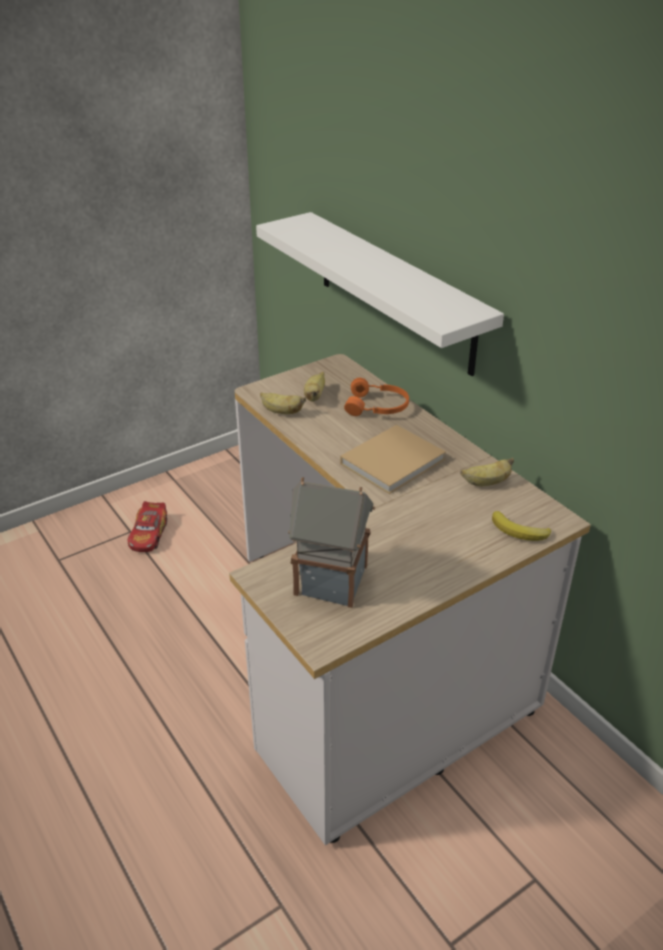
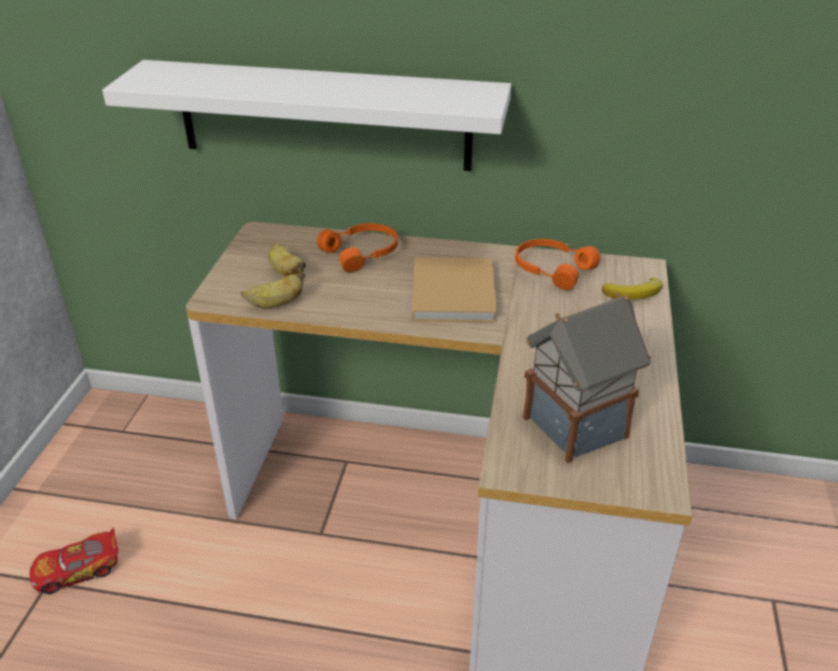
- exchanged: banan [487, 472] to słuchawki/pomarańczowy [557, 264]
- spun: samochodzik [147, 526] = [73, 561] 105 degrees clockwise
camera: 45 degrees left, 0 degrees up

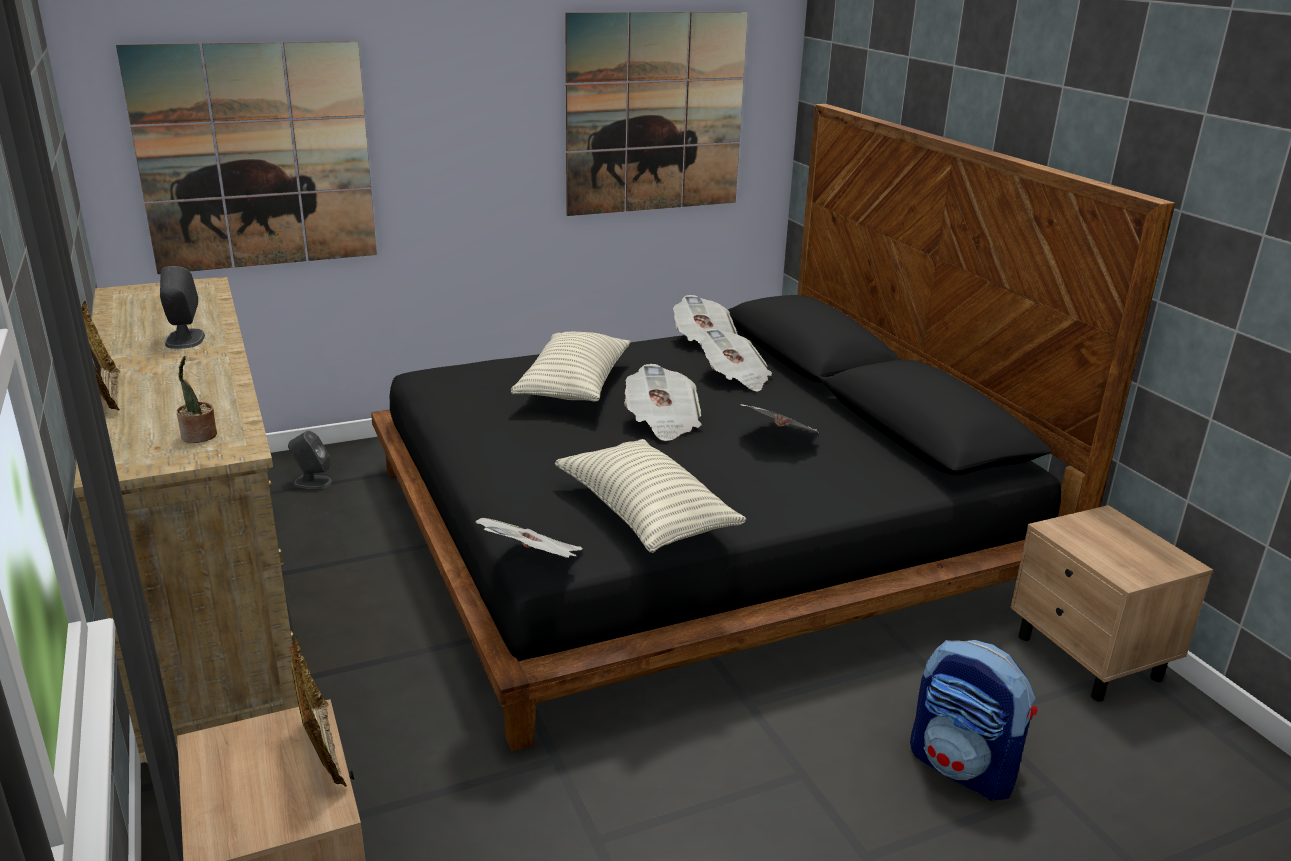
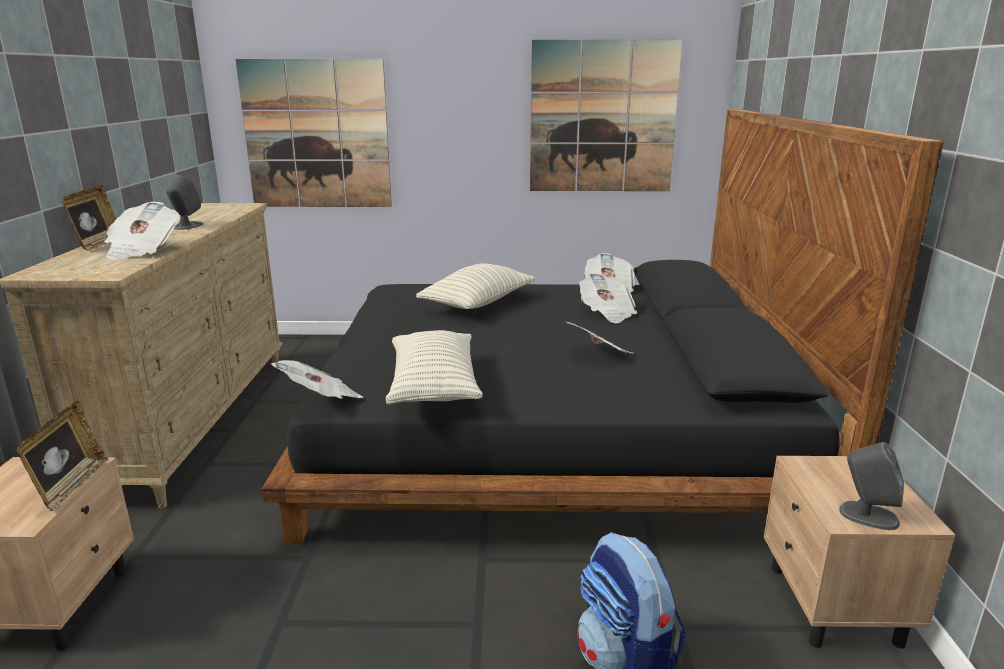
- missing: roślina doniczkowa [196, 399]
- relocated: głośnik/szary [310, 460] to [871, 486]
- relocated: gazeta [662, 402] to [142, 231]
camera: 25 degrees right, 5 degrees down

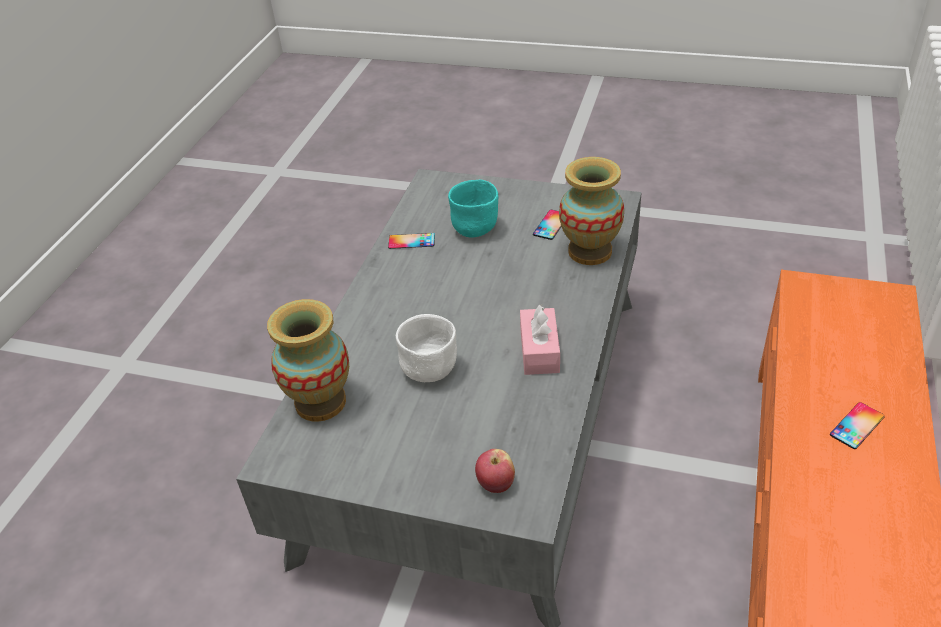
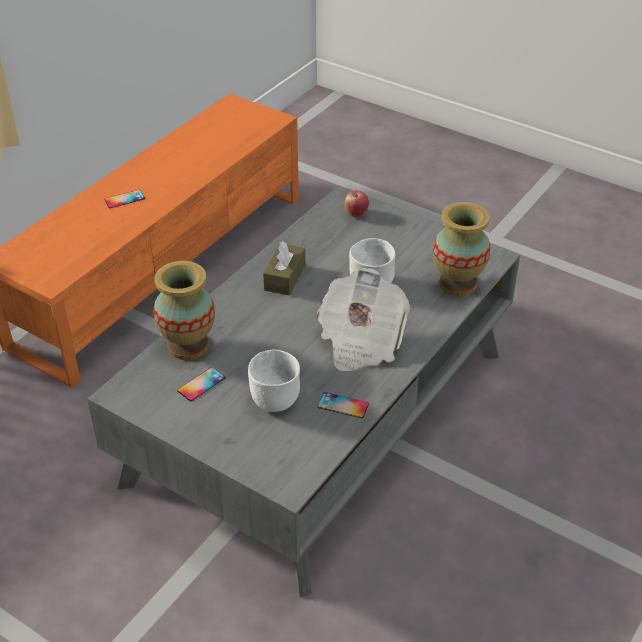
- appeared: gazeta [363, 319]
- colour: miska/turkusowy [473, 208] to miska/biały [274, 381]
- colour: pudełko chusteczek/różowy [540, 339] to pudełko chusteczek/brązowy [284, 268]
camera: 165 degrees left, 0 degrees up

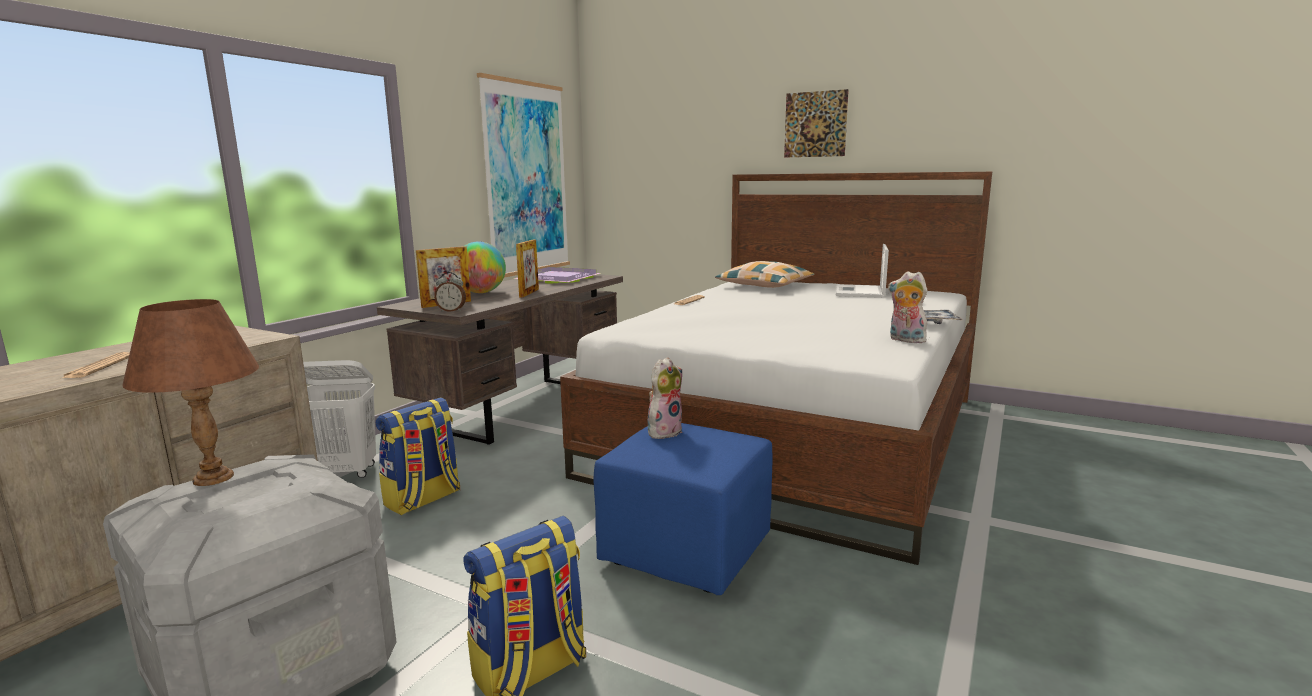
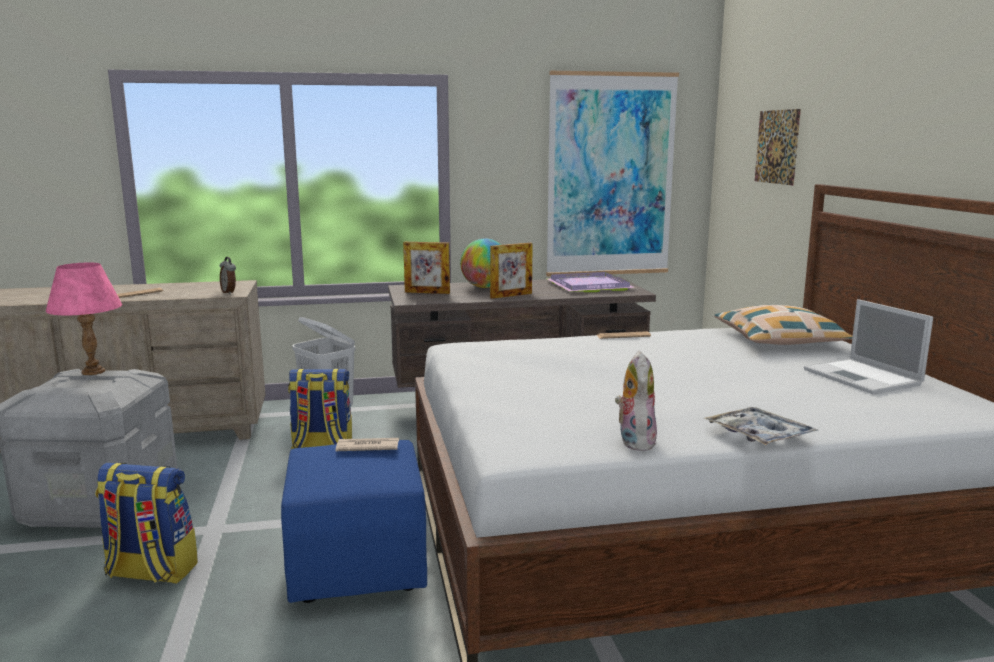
- relocated: budzik [450, 292] to [228, 276]
- relocated: obraz [816, 123] to [778, 147]
- exchanged: pluszak [664, 398] to gazeta [367, 444]
- colour: lampa stołowa/brązowy [191, 392] to lampa stołowa/różowy [84, 319]
- spun: laptop [862, 271] = [868, 346] 90 degrees counterclockwise
camera: 50 degrees right, 0 degrees up

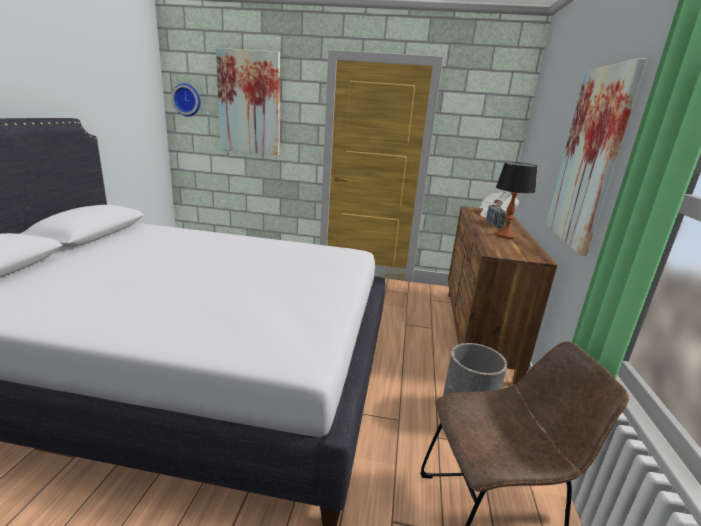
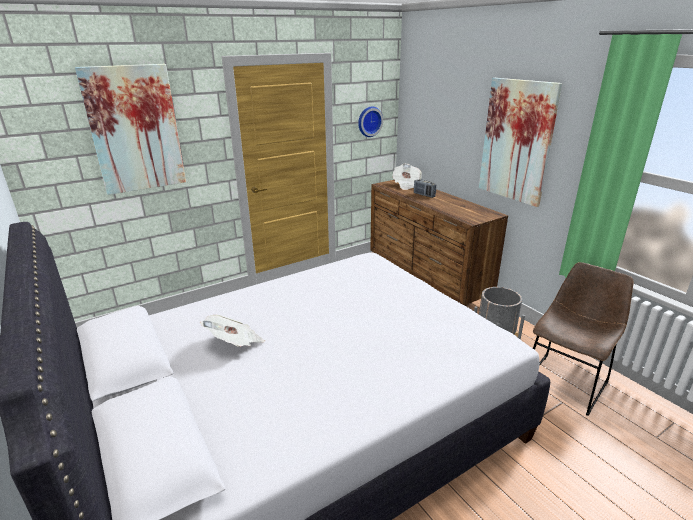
- missing: lampa stołowa [516, 200]
- appeared: gazeta [232, 331]
- relocated: zegar ścienny [186, 99] to [370, 121]
camera: 40 degrees left, 5 degrees up

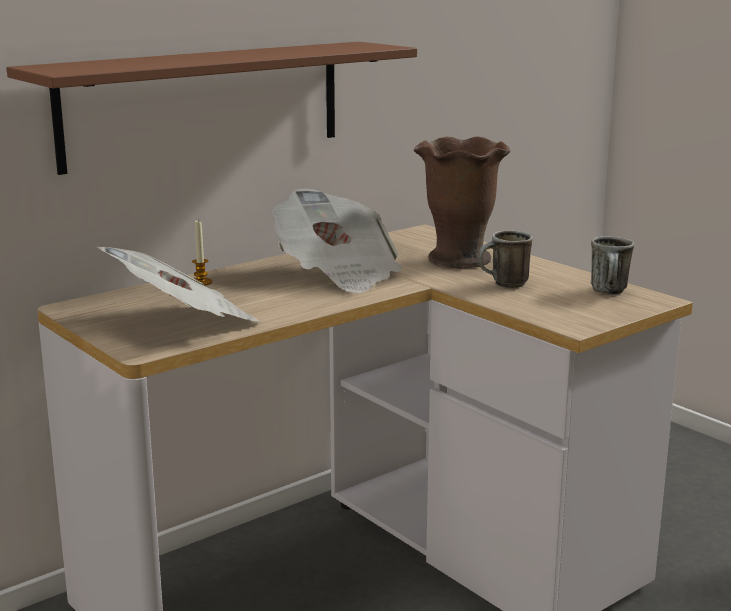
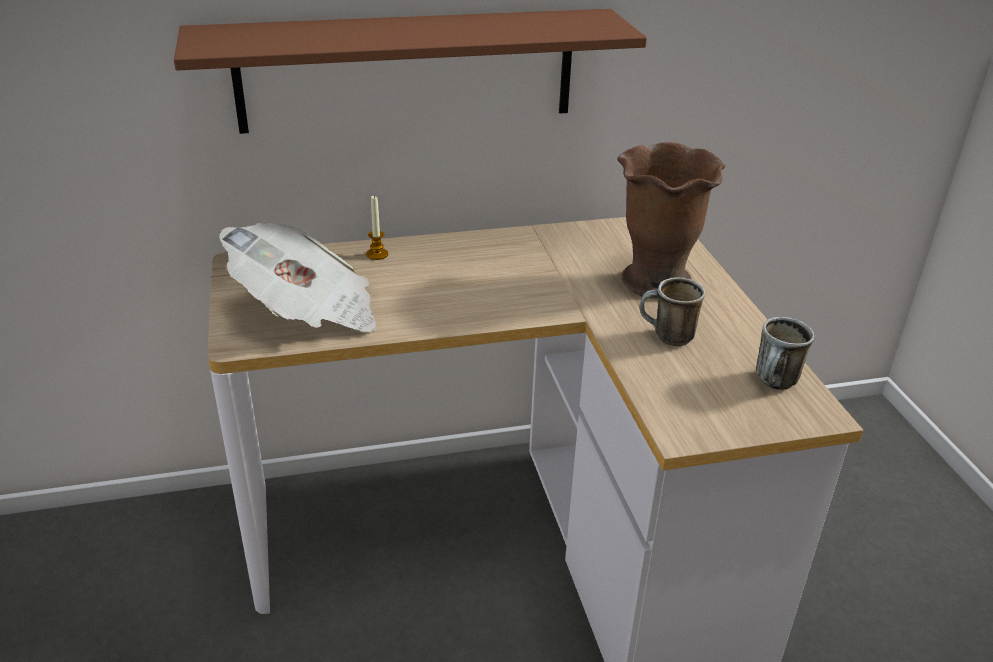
- missing: gazeta [337, 240]
camera: 25 degrees right, 15 degrees up

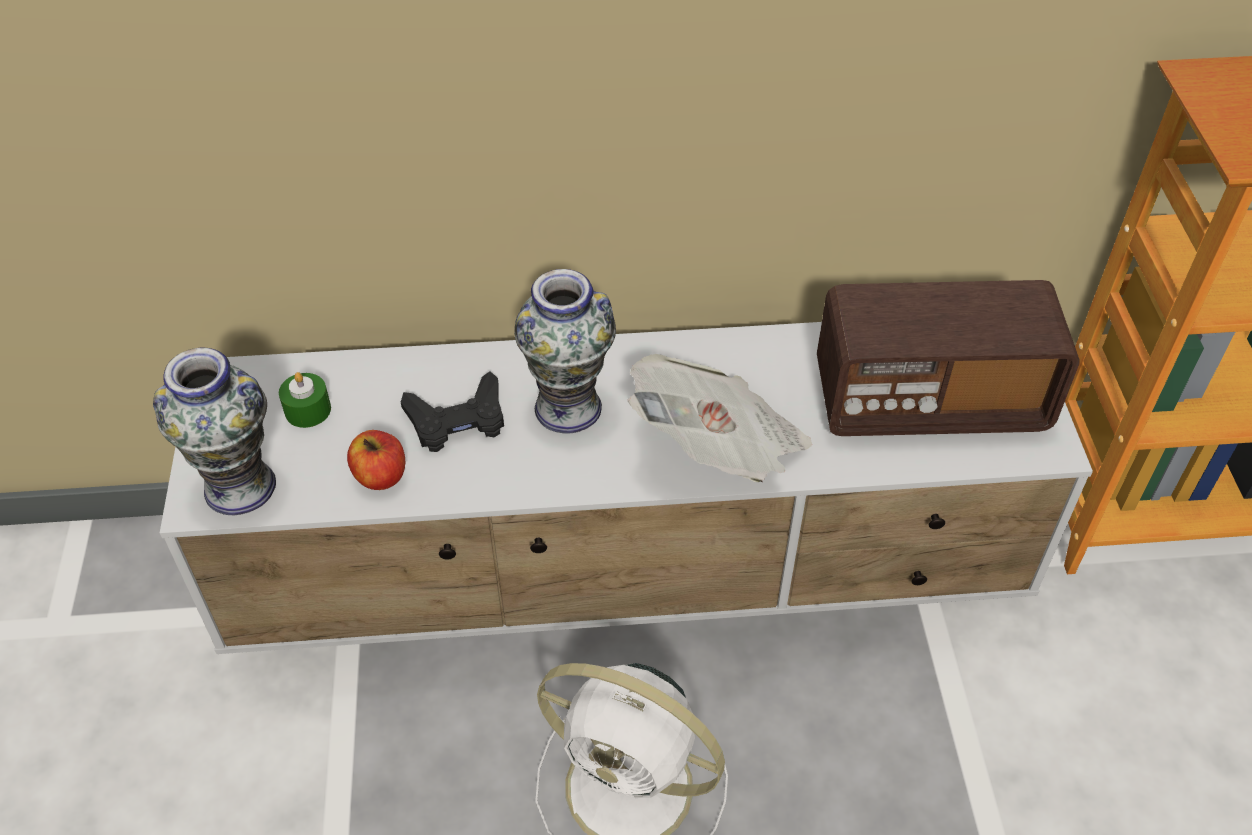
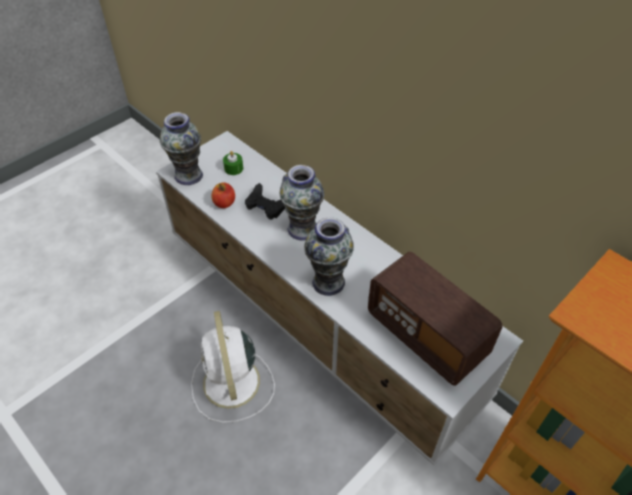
- exchanged: gazeta [720, 418] to wazon [329, 257]
camera: 50 degrees right, 0 degrees up

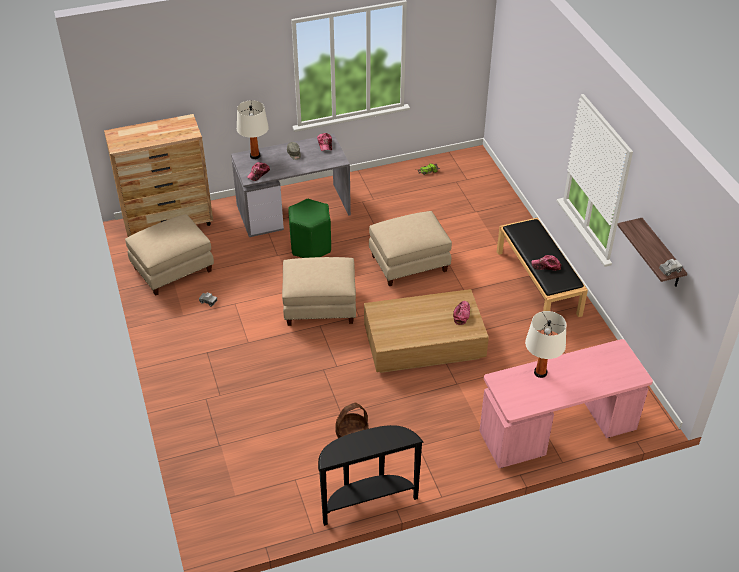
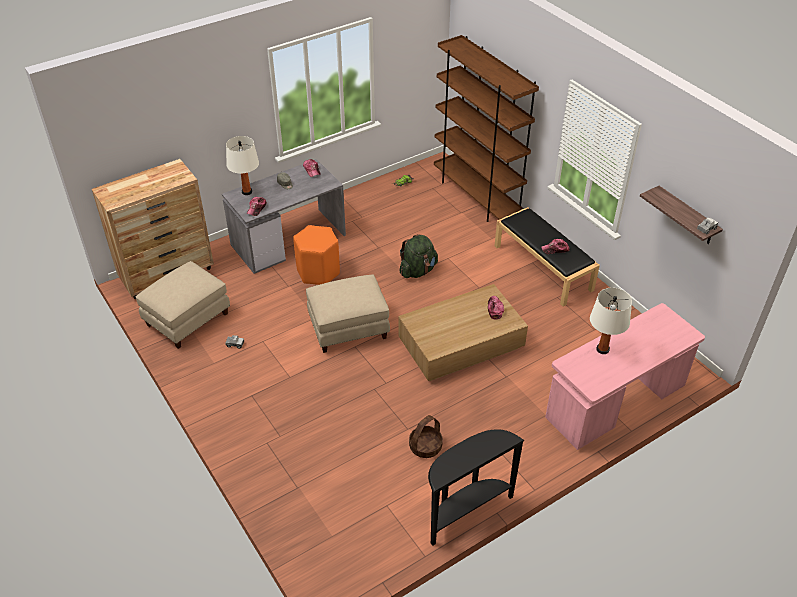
- appeared: regał/brązowy [486, 128]
- exchanged: pufa/beżowy [410, 248] to plecak/zielony [418, 256]
- colour: stołek/zielony [309, 228] to stołek/pomarańczowy [316, 255]
camera: 15 degrees left, 0 degrees up

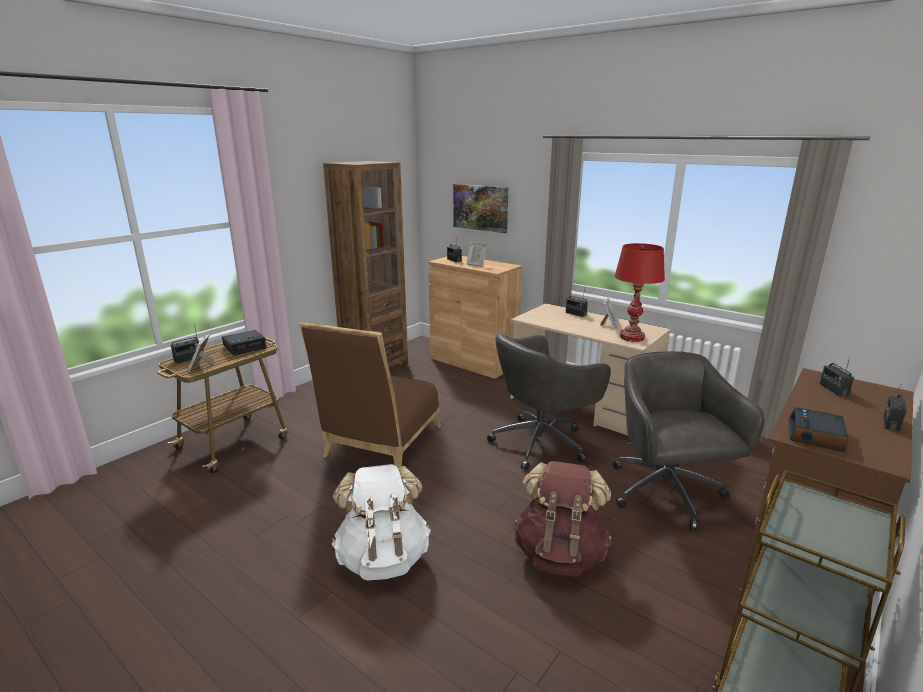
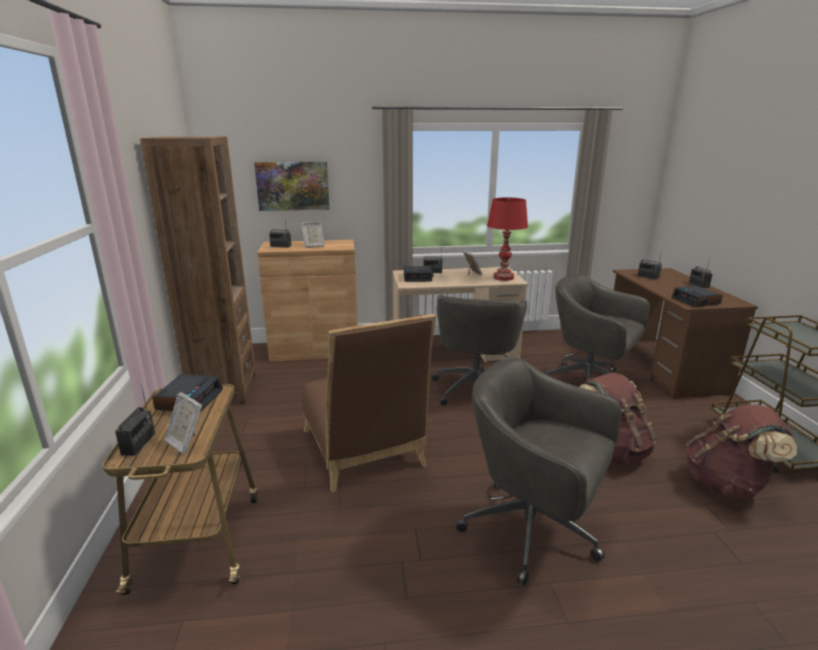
- appeared: budzik [418, 274]
- appeared: plecak/brązowy [741, 451]
- exchanged: plecak/biały [381, 522] to krzesło biurowe/szary [539, 471]
camera: 45 degrees left, 0 degrees up

